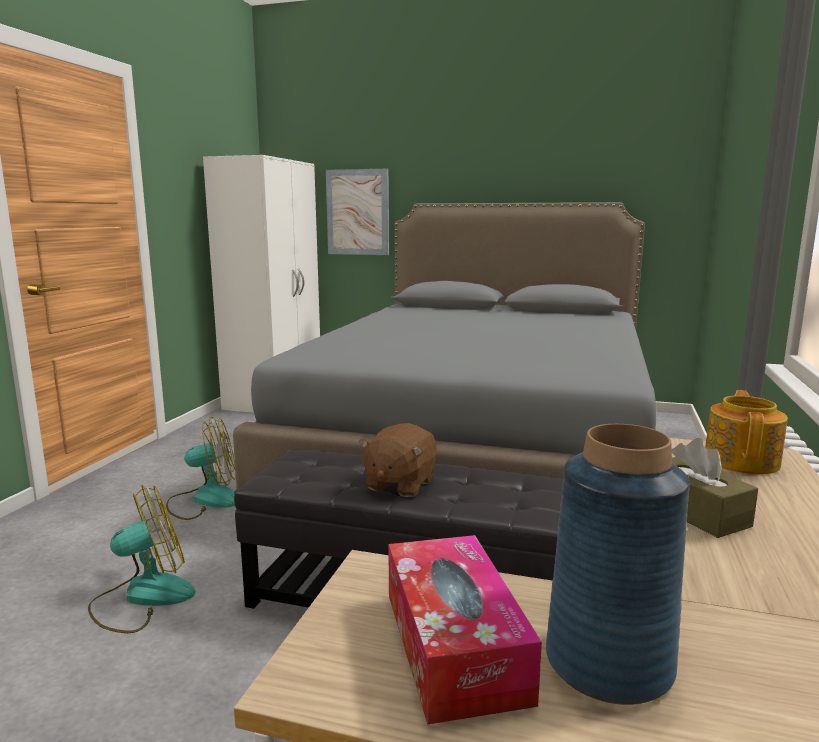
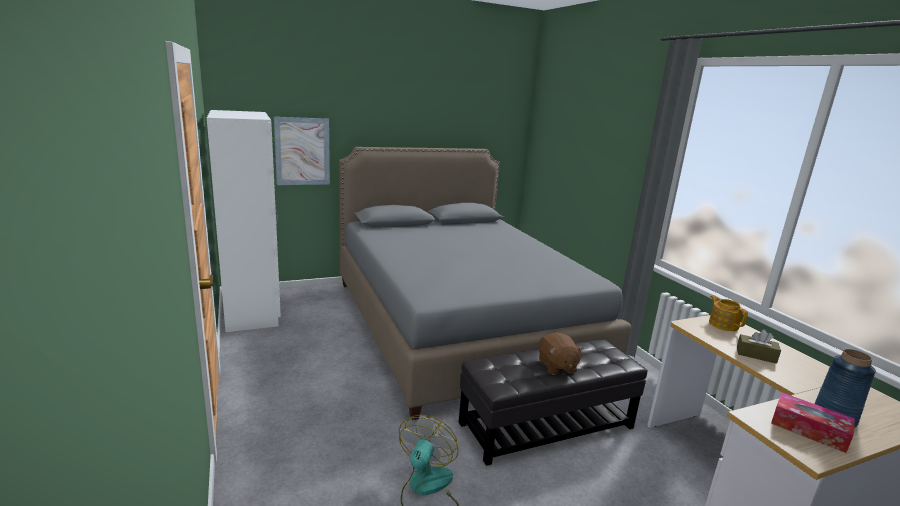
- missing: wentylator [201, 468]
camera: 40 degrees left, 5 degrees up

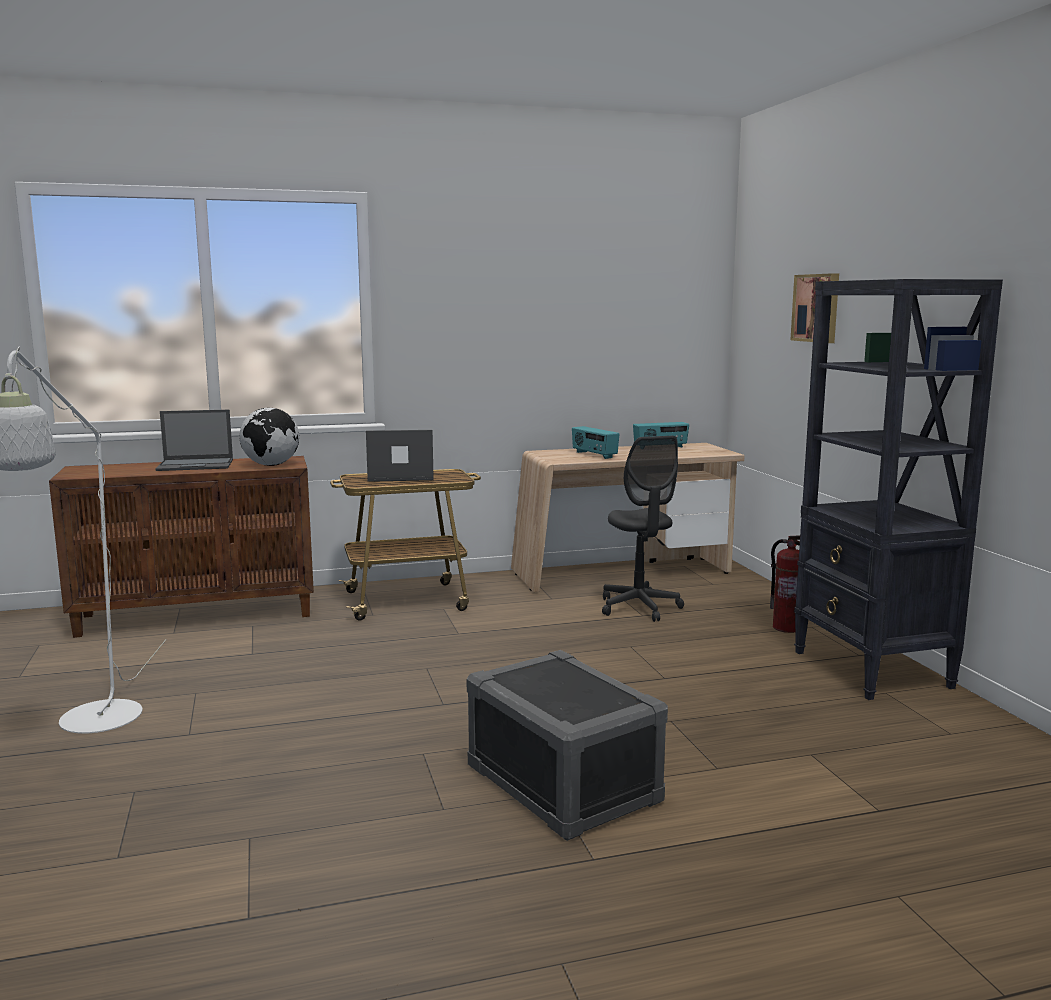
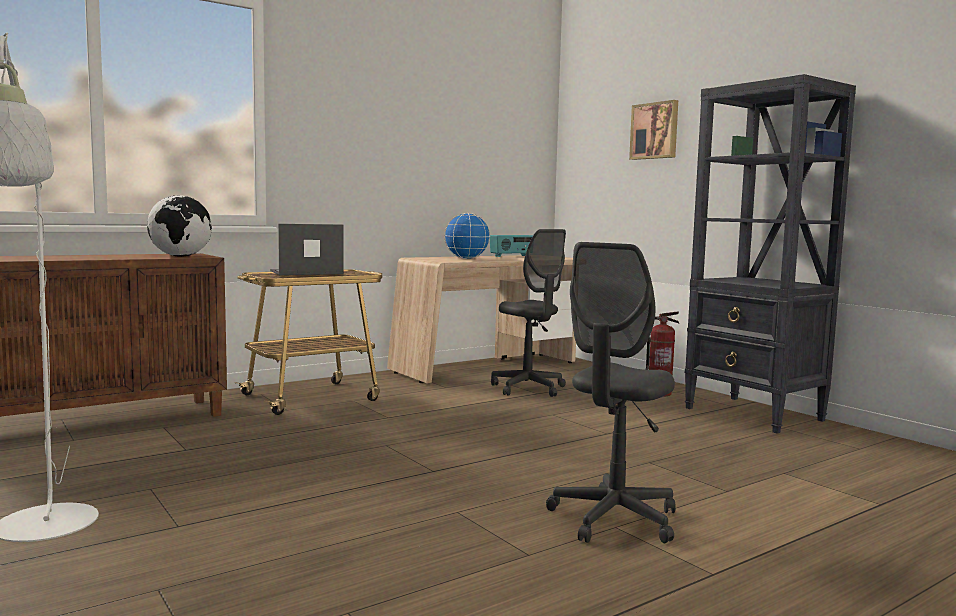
- missing: laptop [194, 440]
- exchanged: pojemnik do przechowywania/szary [567, 745] to krzesło biurowe/szary [611, 392]
- exchanged: radio [595, 442] to globus [467, 236]
camera: 20 degrees left, 5 degrees down

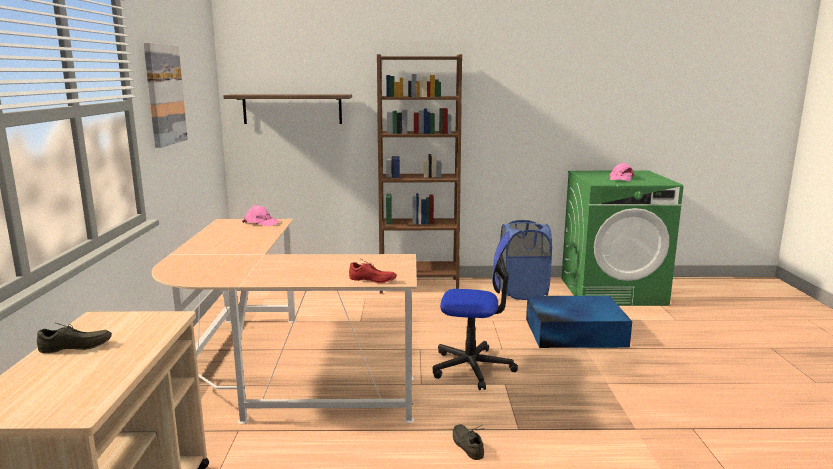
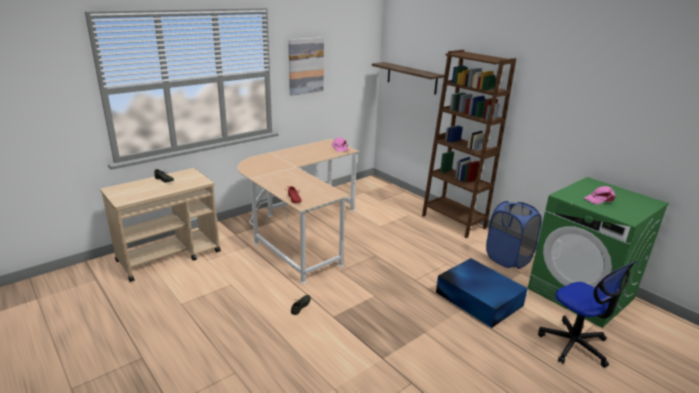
- relocated: krzesło biurowe [475, 311] to [587, 314]
camera: 50 degrees right, 10 degrees up

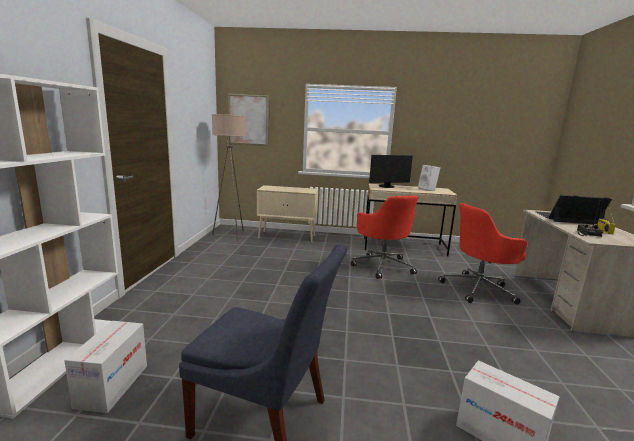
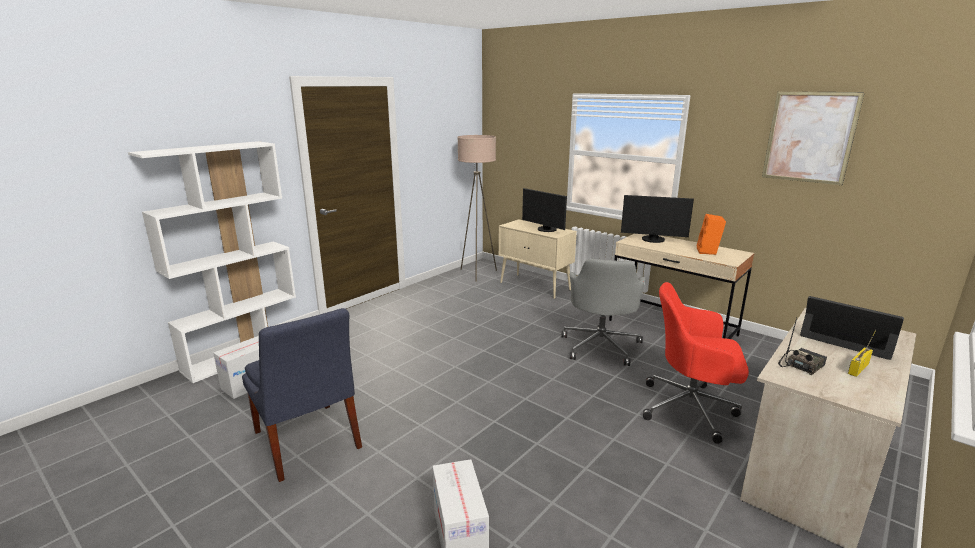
- appeared: monitor [544, 210]
- relocated: obraz [248, 119] to [813, 138]
- colour: krzesło biurowe/czerwony [384, 237] to krzesło biurowe/szary [603, 312]
- colour: głośnik/biały [429, 178] to głośnik/pomarańczowy [711, 234]
camera: 35 degrees right, 5 degrees up

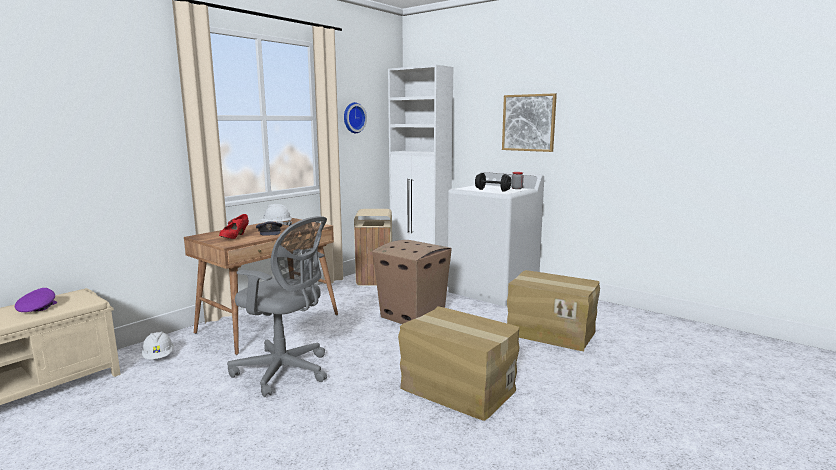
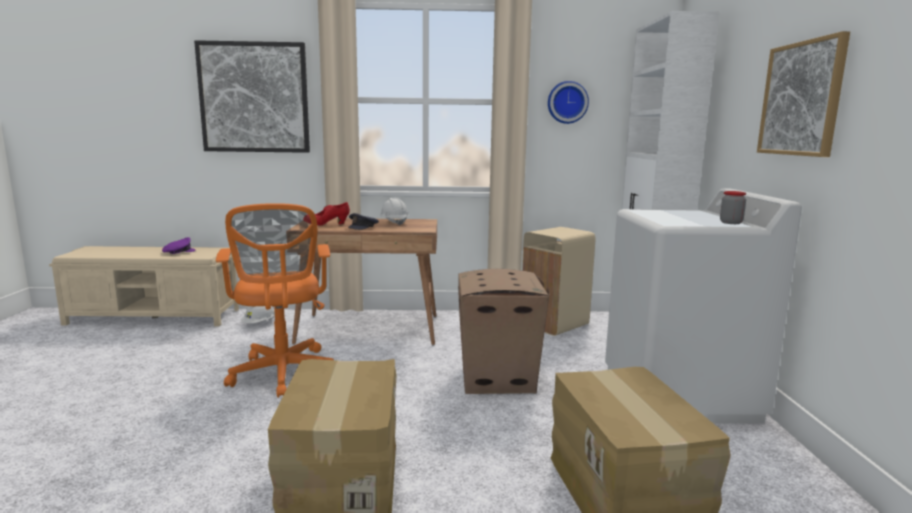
- missing: hantel/czarny [493, 182]
- appeared: obraz [252, 96]
- colour: krzesło biurowe/szary [277, 306] to krzesło biurowe/pomarańczowy [275, 300]
camera: 50 degrees right, 0 degrees up

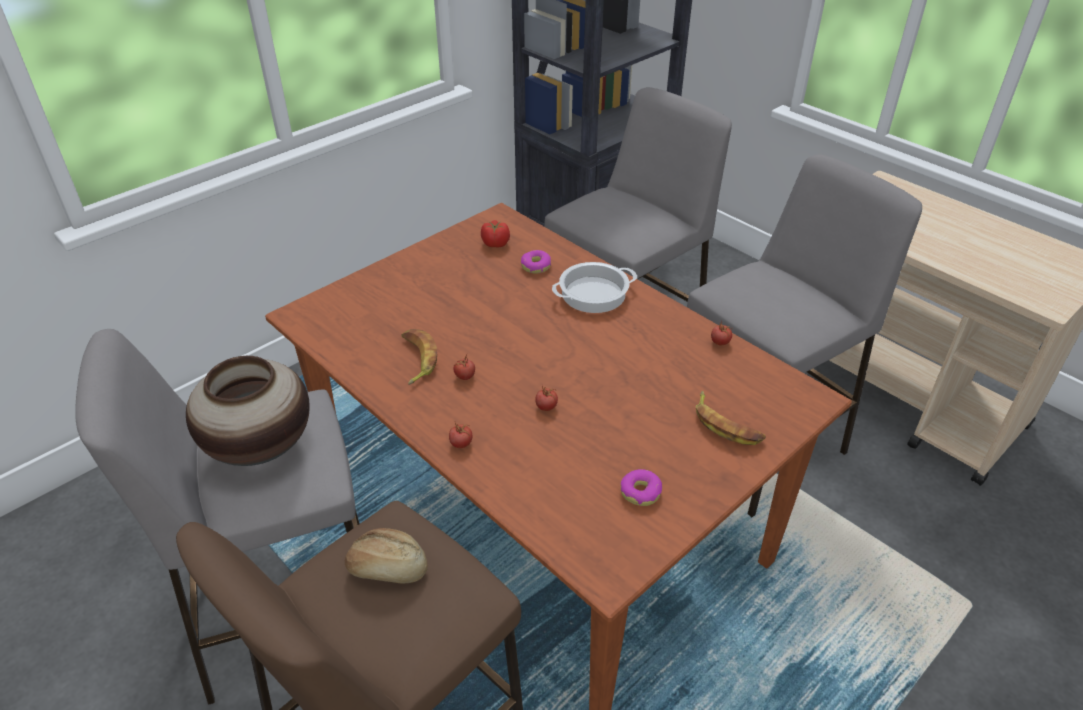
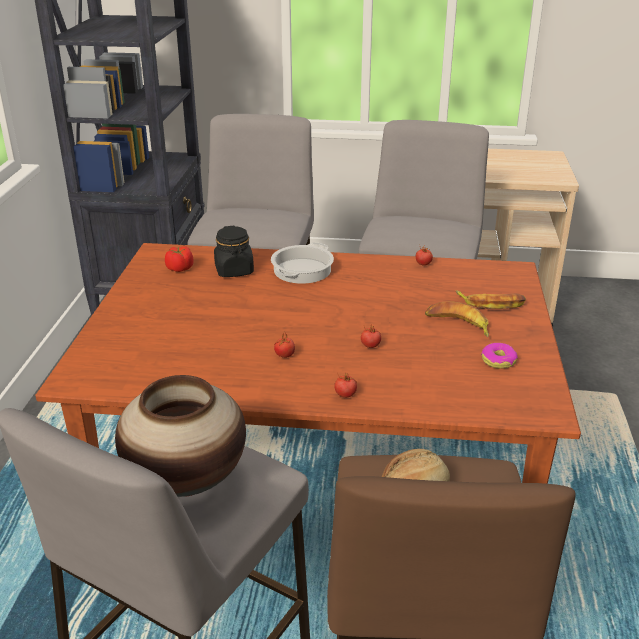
- relocated: banan [419, 357] to [457, 319]
- exchanged: donut [536, 261] to słoik/czarny [234, 251]
camera: 40 degrees left, 10 degrees down

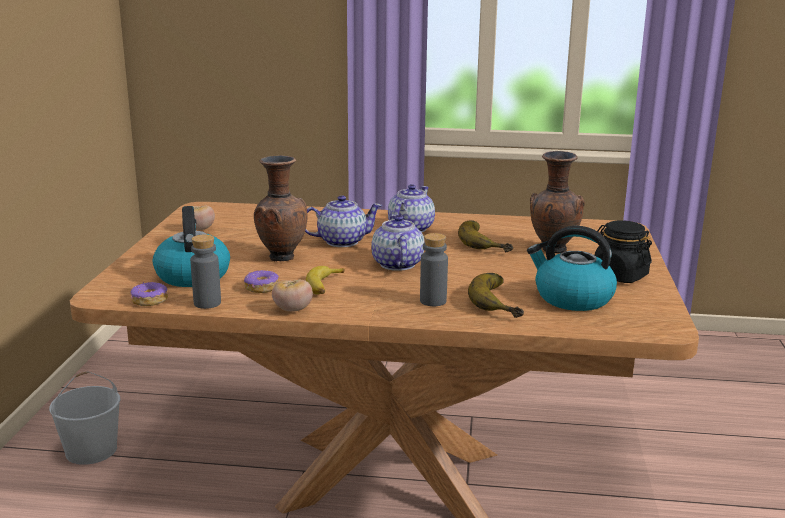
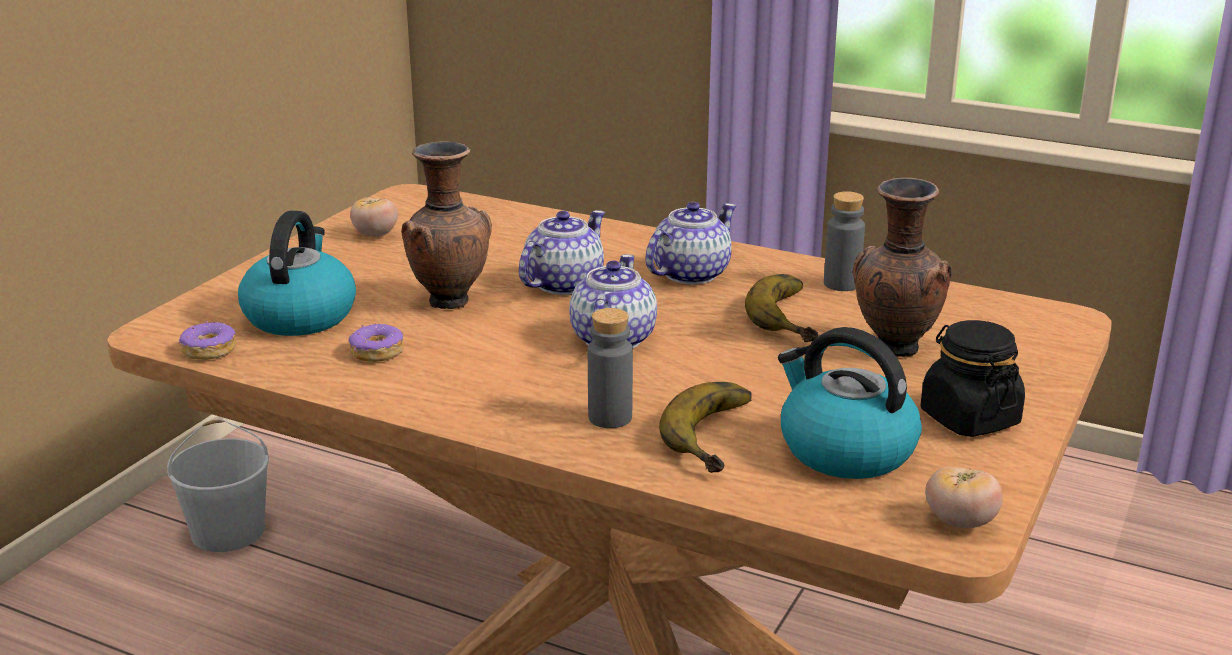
- missing: banan [325, 280]
- relocated: butelka/szary [205, 271] to [844, 241]
- relocated: pomidor [292, 296] to [964, 497]
- spun: imbryk [344, 221] = [562, 252] 60 degrees counterclockwise
camera: 20 degrees right, 5 degrees up

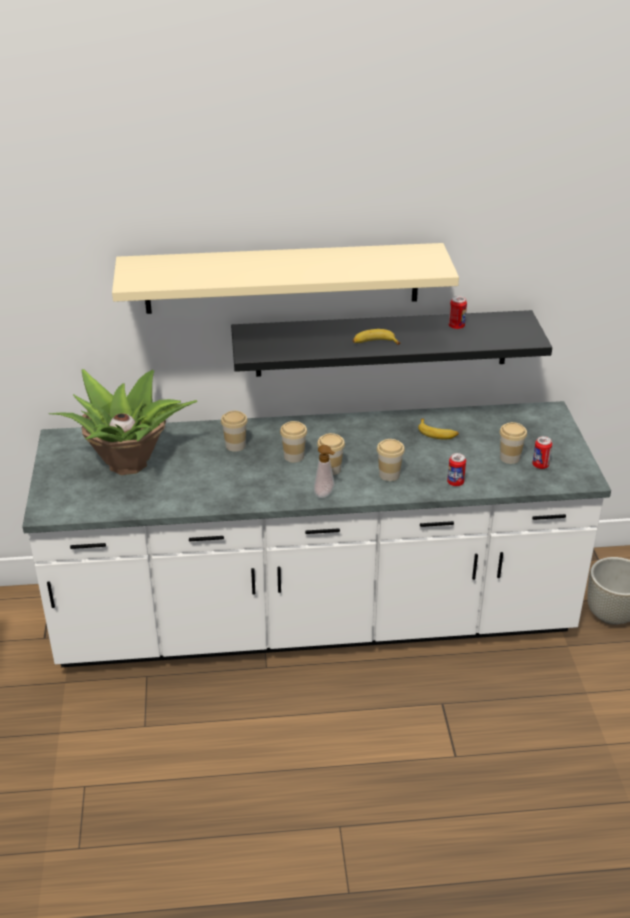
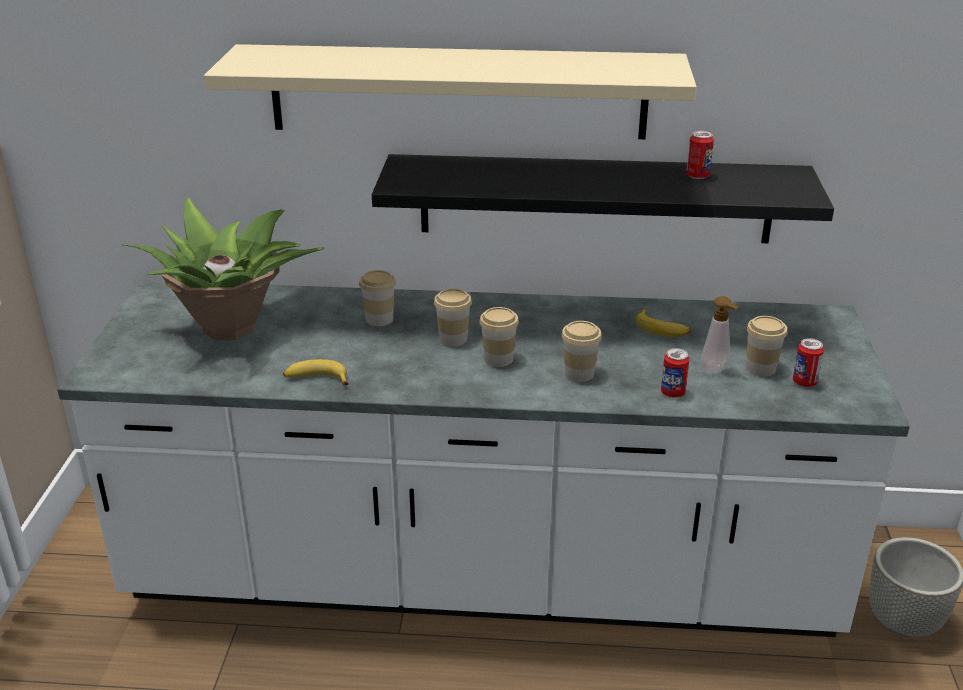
- relocated: dozownik mydła [324, 471] to [720, 335]
- relocated: banan [377, 337] to [315, 372]
camera: 10 degrees right, 5 degrees down

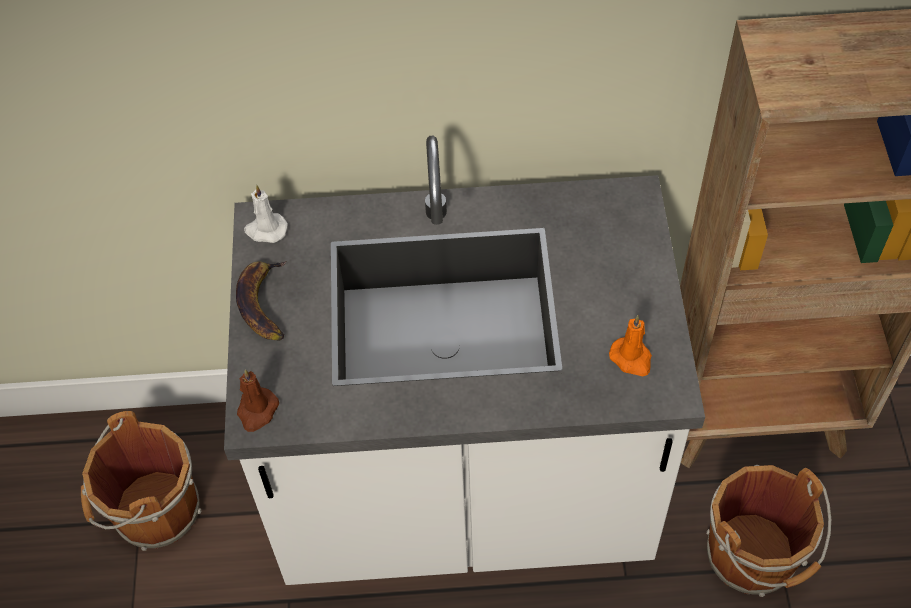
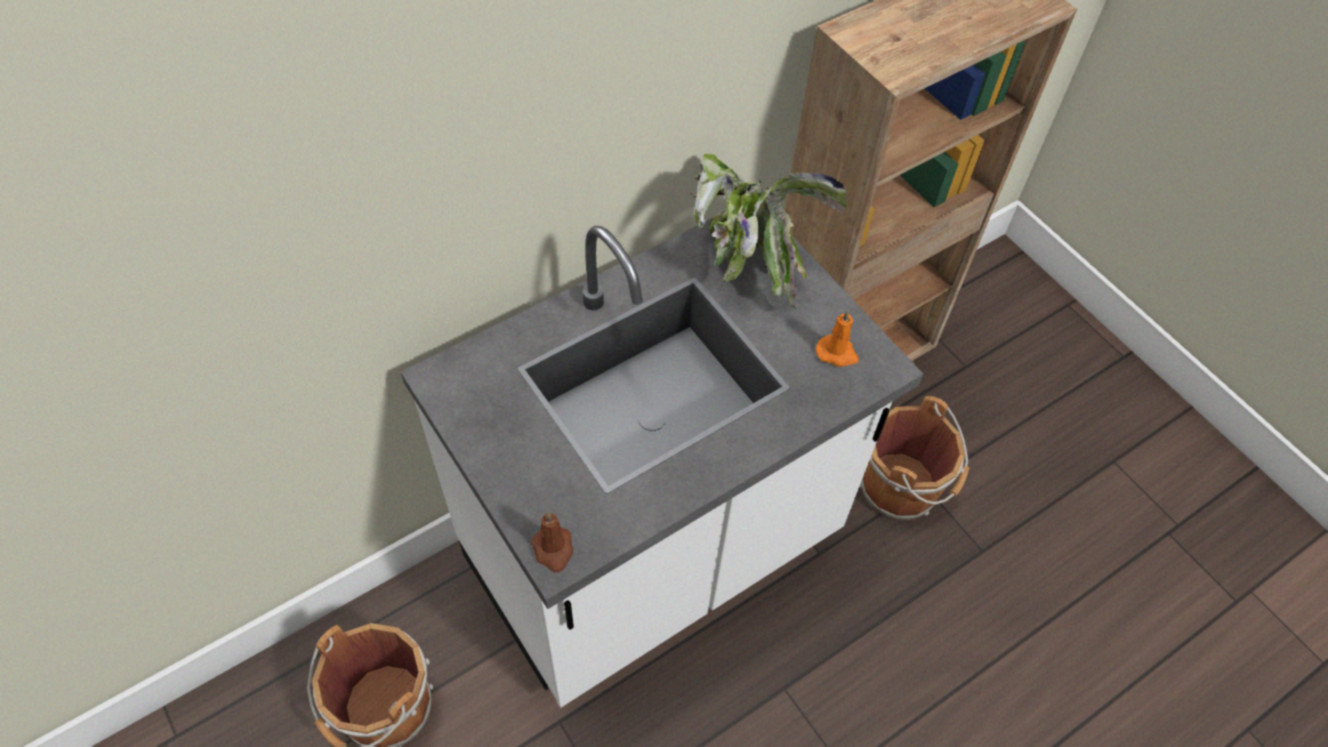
- missing: banan [261, 300]
- missing: świeca/biały [266, 214]
- appeared: roślina doniczkowa [769, 232]
camera: 35 degrees left, 0 degrees up

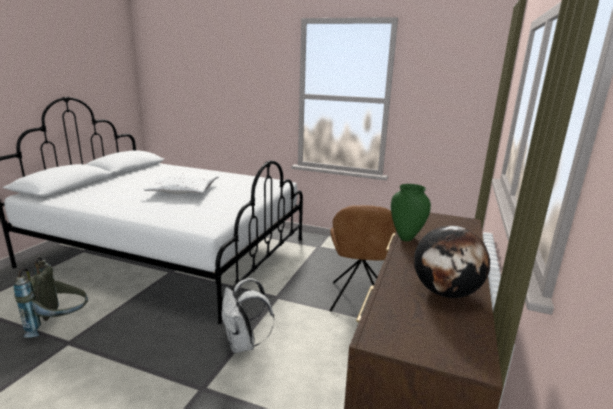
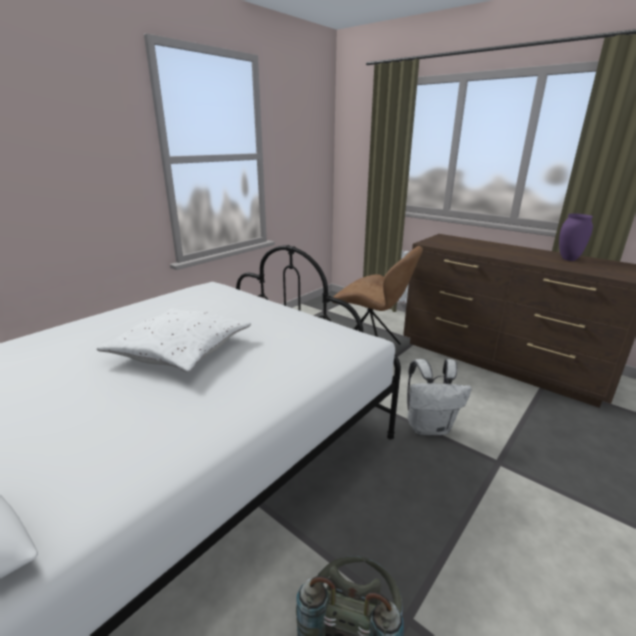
- missing: wazon/zielony [411, 212]
- exchanged: globus [452, 261] to wazon/fioletowy [576, 237]
camera: 70 degrees left, 5 degrees up

